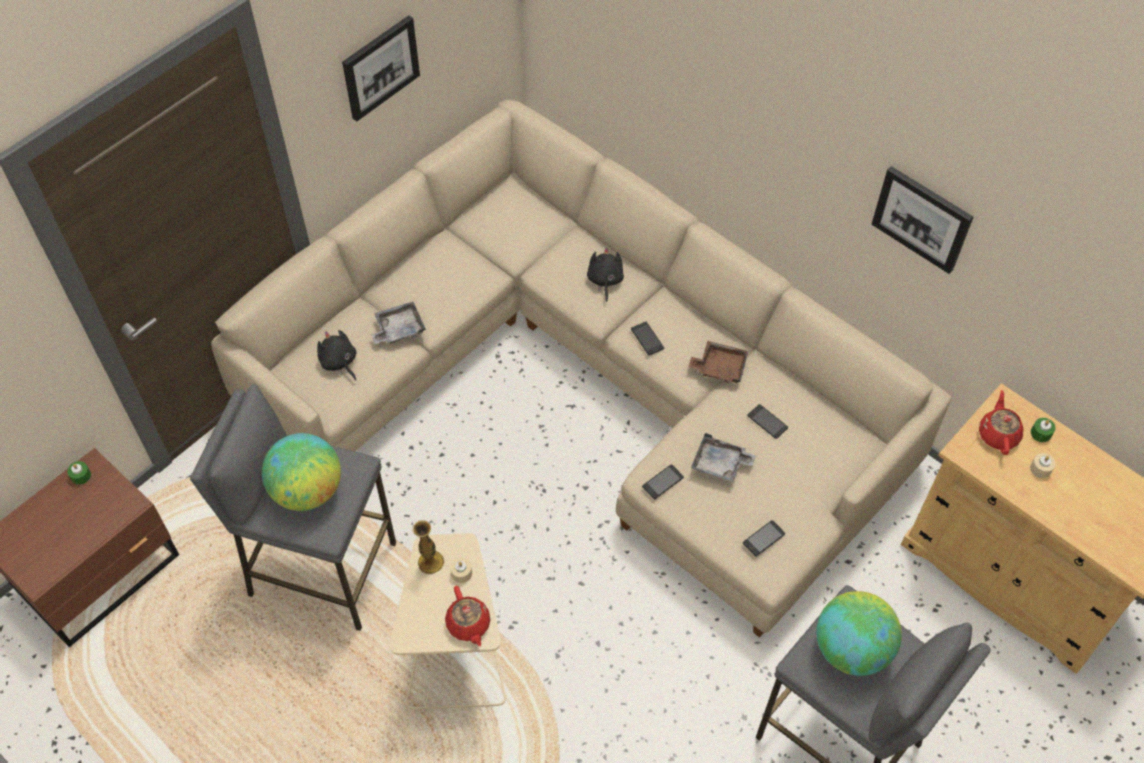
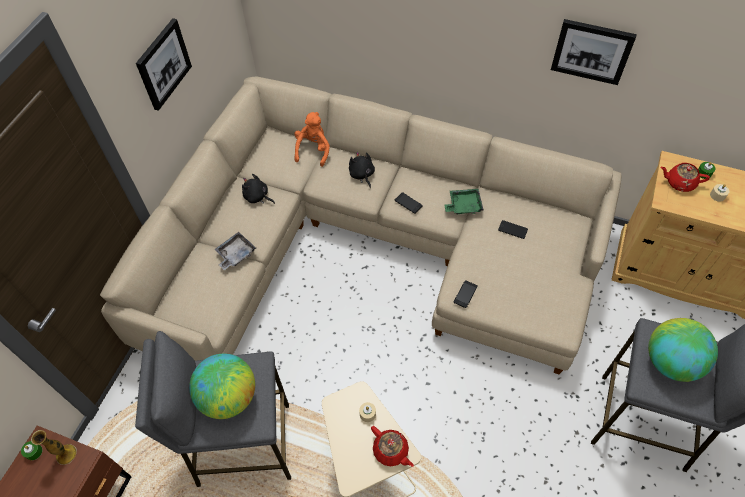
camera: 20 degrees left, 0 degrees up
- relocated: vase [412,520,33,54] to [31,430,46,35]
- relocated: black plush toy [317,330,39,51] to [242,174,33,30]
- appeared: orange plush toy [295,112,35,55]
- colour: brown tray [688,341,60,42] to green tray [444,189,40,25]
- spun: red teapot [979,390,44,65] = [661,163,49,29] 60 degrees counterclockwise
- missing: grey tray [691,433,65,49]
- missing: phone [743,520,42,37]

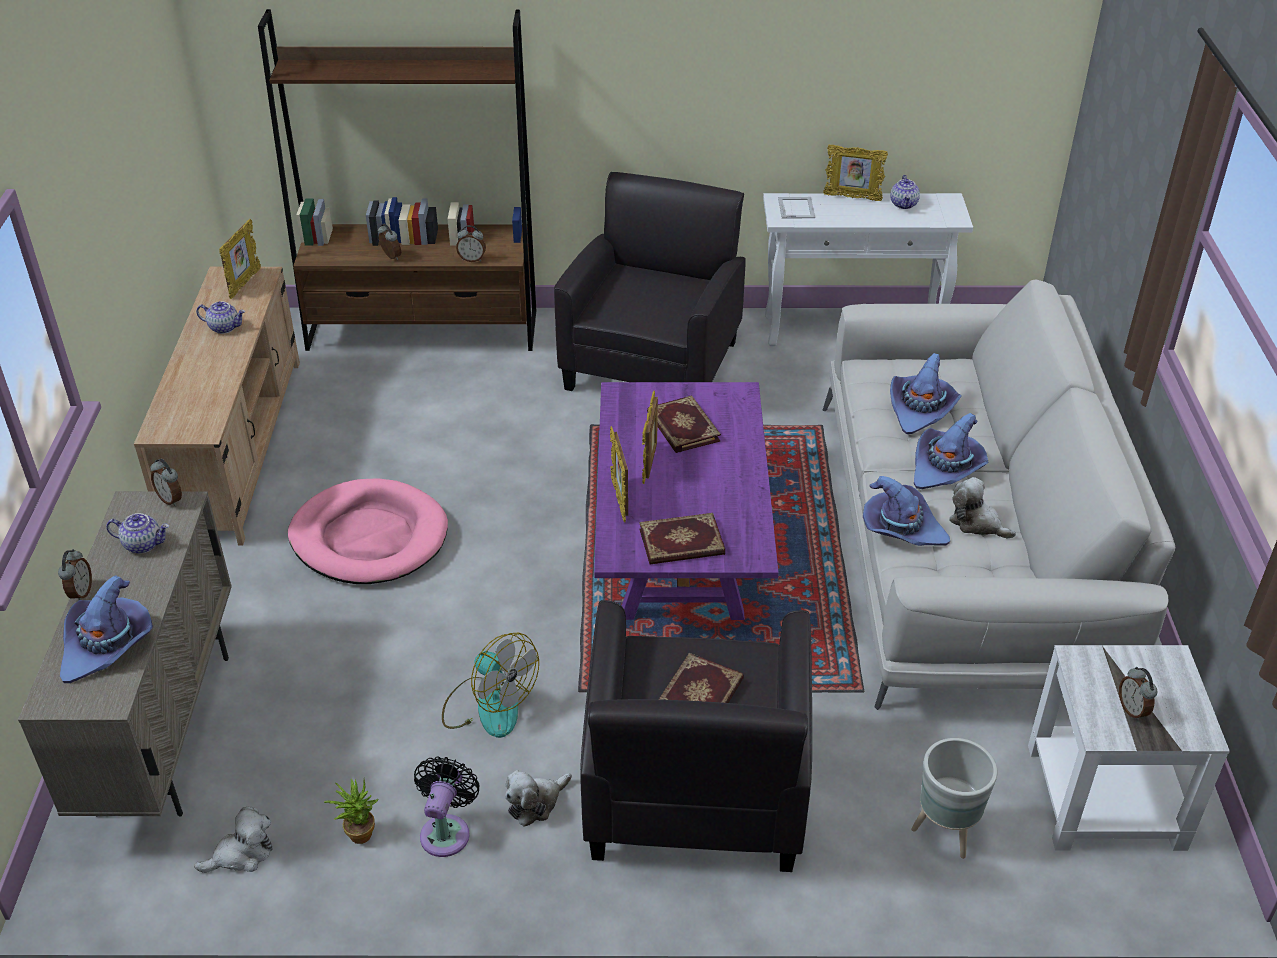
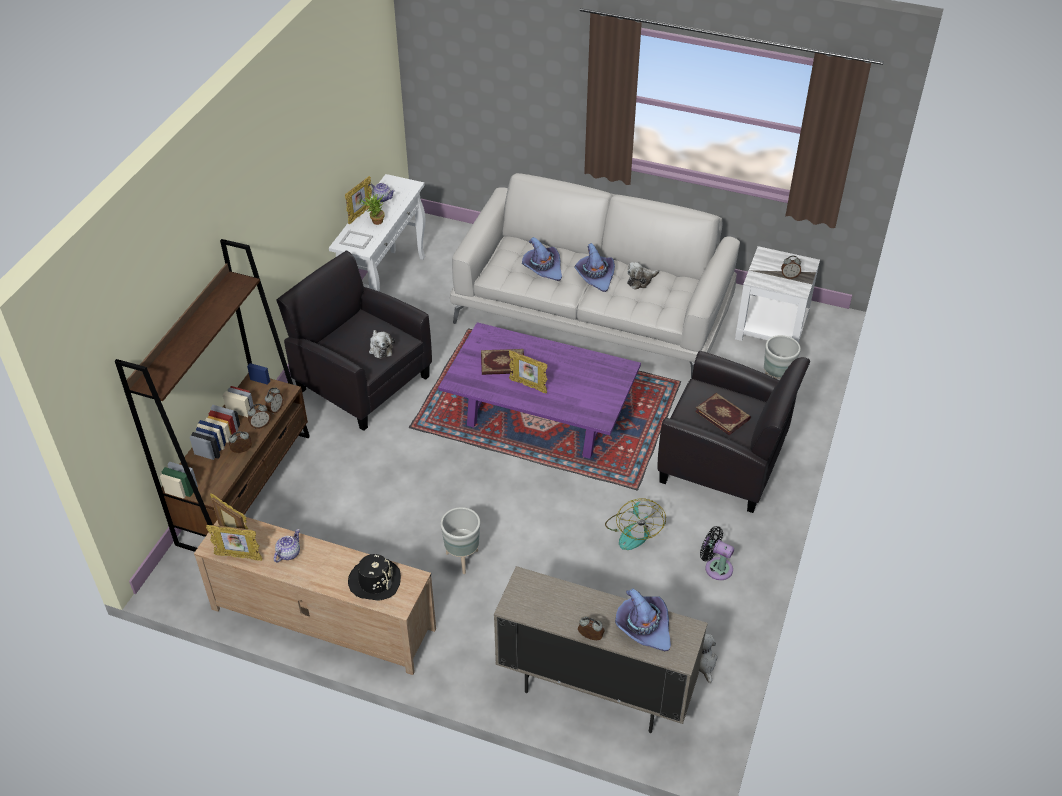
camera: 70 degrees left, 5 degrees up
- relocated: picture frame [610,426,18,96] to [206,525,57,36]
- relocated: alarm clock [150,459,32,47] to [248,404,23,25]
- appeared: black hat [348,554,53,46]
- relocated: potted plant [324,779,54,65] to [361,192,23,33]
- relocated: plush toy [505,770,67,56] to [369,330,26,29]
- exchanged: pink dog bed [288,478,160,106] to grey planter [440,507,40,67]
- spun: fan [442,632,97,106] = [605,498,61,52] 120 degrees clockwise
- missing: teapot [106,513,63,41]
- missing: book [639,513,86,51]
- missing: purple hat [863,476,87,70]

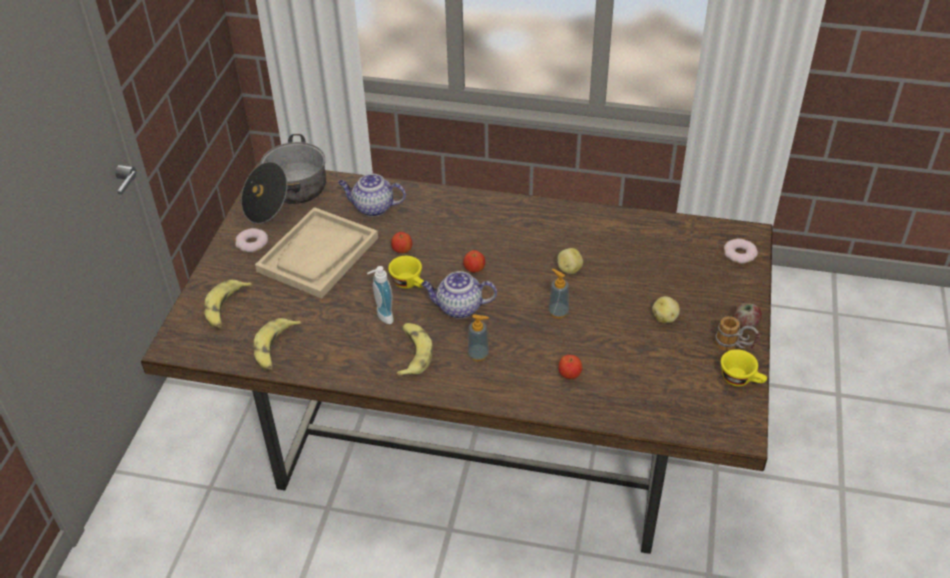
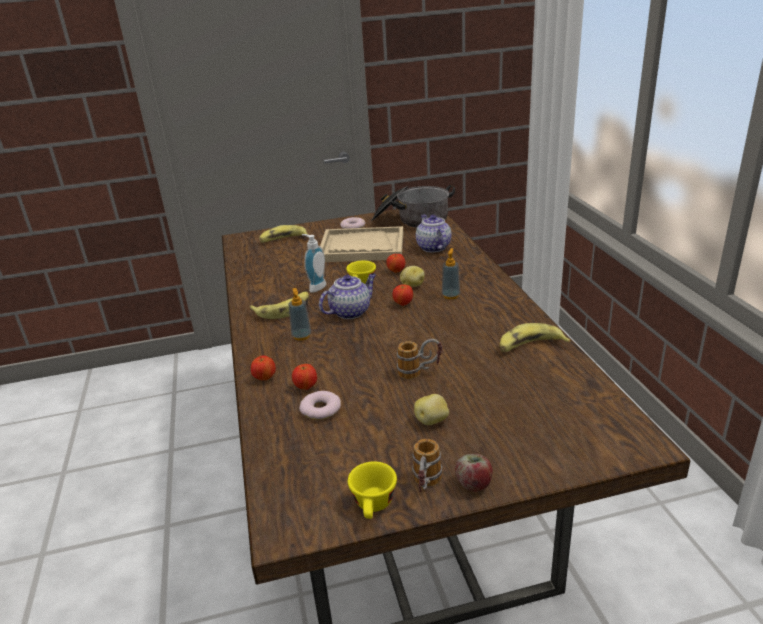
camera: 65 degrees right, 15 degrees down
- appeared: apple [251,355,25,25]
- relocated: donut [724,239,34,25] to [299,391,42,29]
- spun: teapot [421,271,76,48] = [319,274,57,45] 75 degrees clockwise
- appeared: mug [397,339,45,40]
- relocated: potato [557,248,26,26] to [400,266,24,21]
- relocated: soap dispenser [549,269,20,49] to [442,248,18,51]
- relocated: banana [253,318,49,53] to [500,323,71,29]

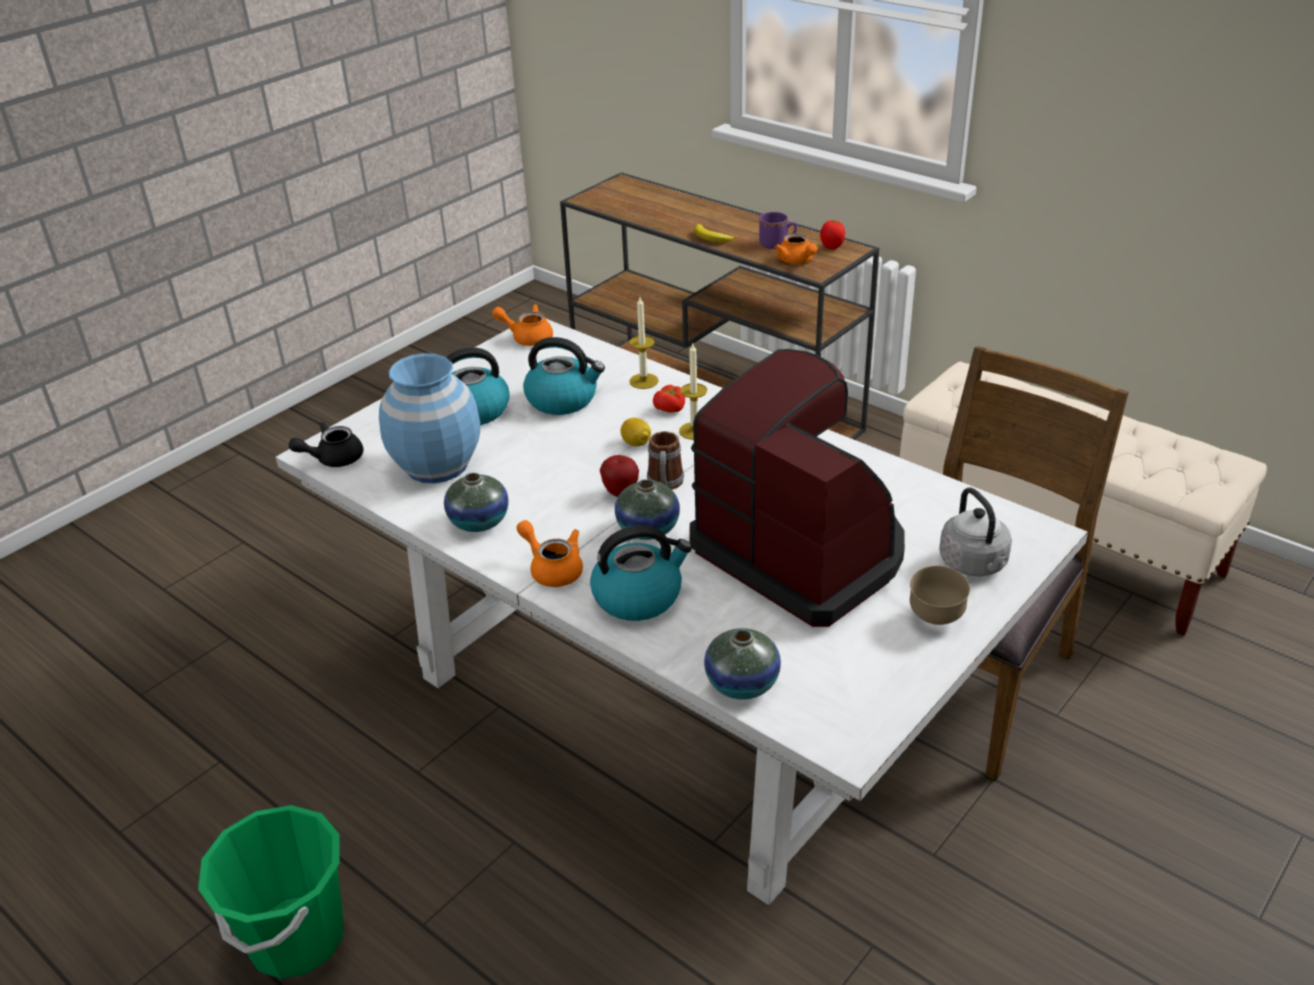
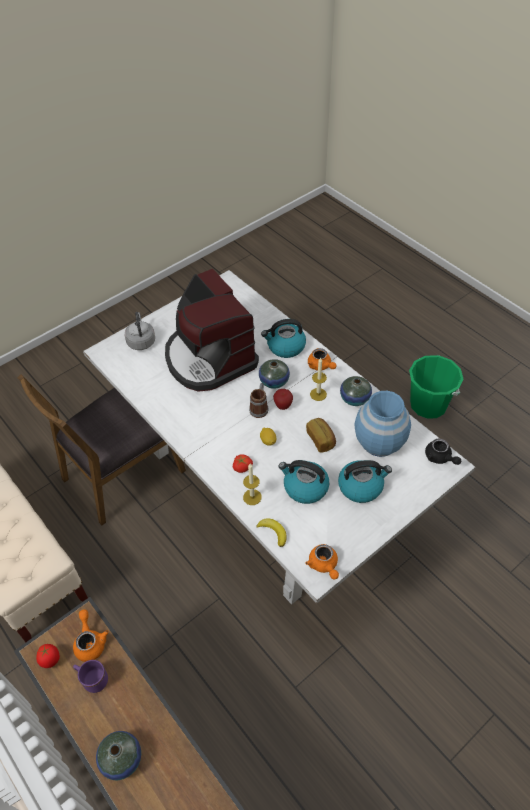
camera: 170 degrees left, 15 degrees up
- relocated: vase [704,628,77,72] to [96,731,45,49]
- relocated: banana [694,224,41,18] to [257,518,29,29]
- spun: orange teapot [492,304,61,42] = [305,544,34,35] 45 degrees clockwise
- appeared: bread [306,418,30,35]
- relocated: candle [679,342,28,98] to [310,358,17,43]
- spun: black teapot [289,421,74,46] = [425,439,36,26] 75 degrees clockwise
- missing: brown bowl [910,566,60,59]

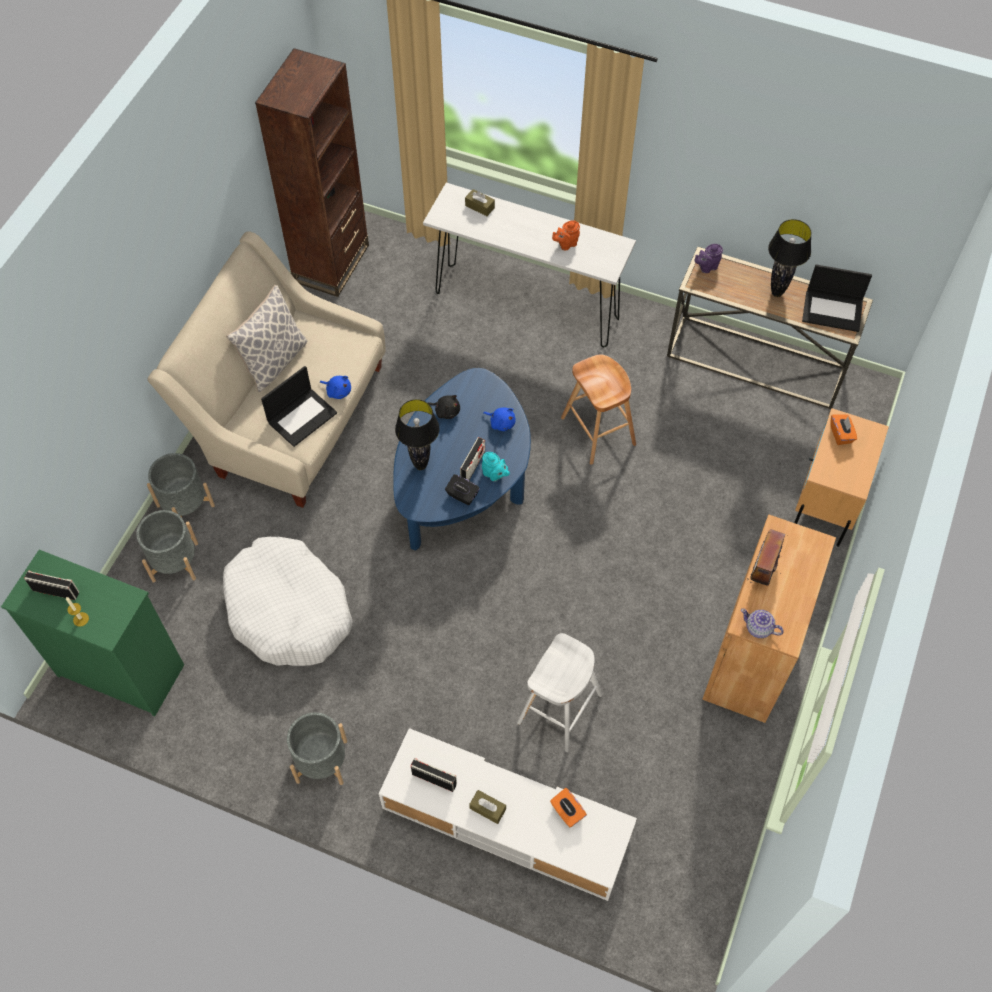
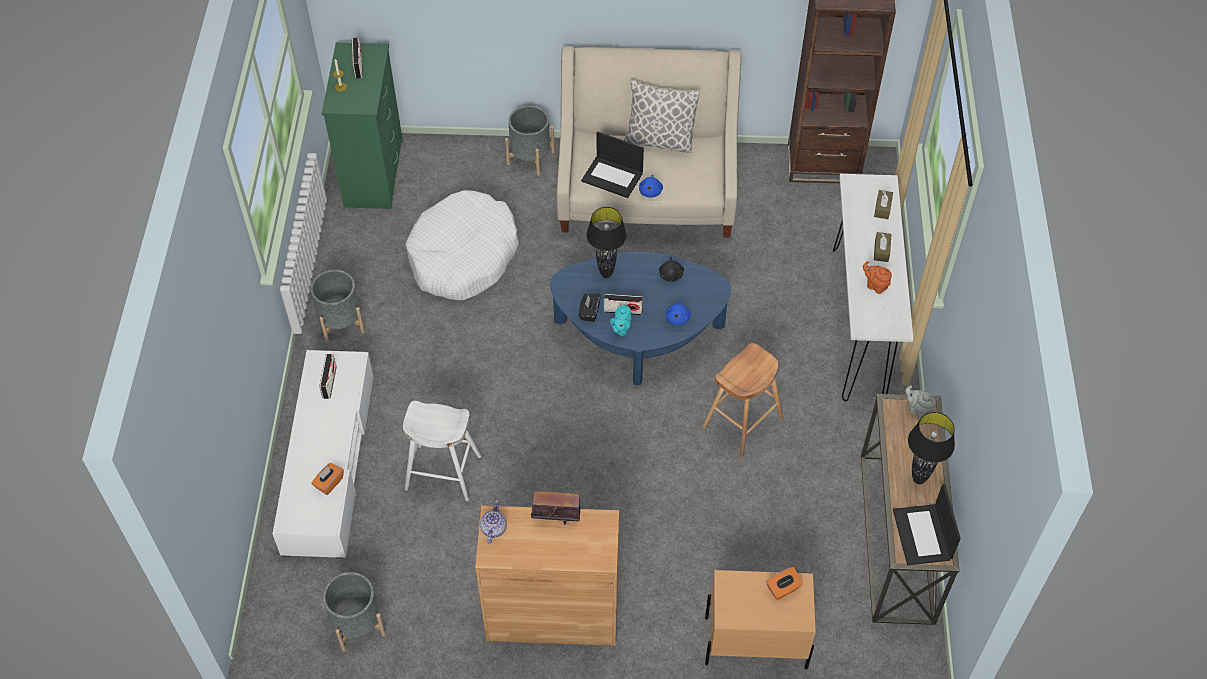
camera: 70 degrees right, 5 degrees down
- relocated: grey planter [136,510,62,73] to [323,572,63,80]
- relocated: brown tissue box [469,790,37,34] to [874,232,18,30]
- colour: purple teapot [695,244,28,29] to grey teapot [905,385,31,34]

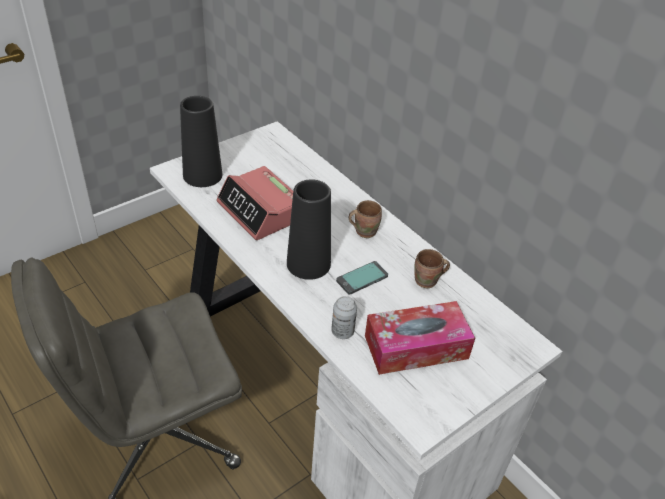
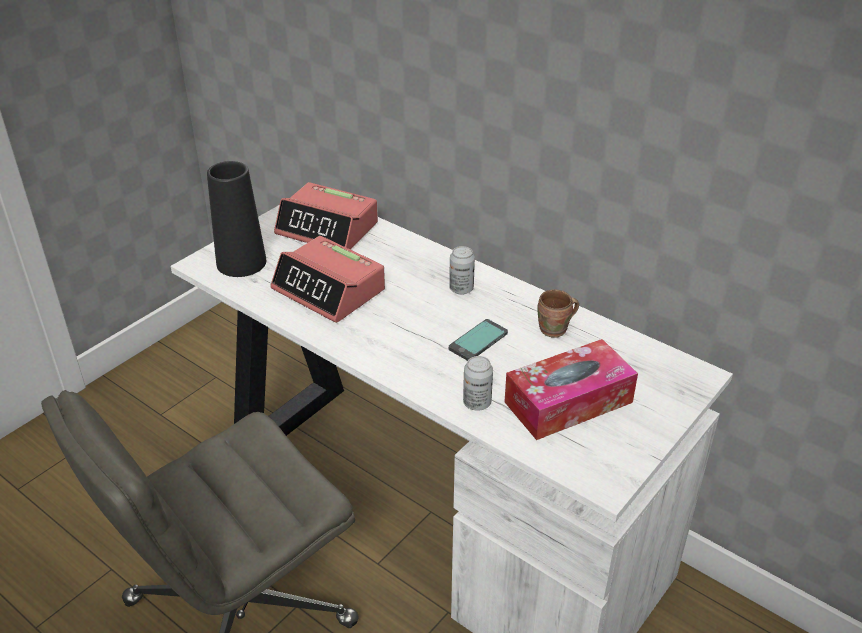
camera: 10 degrees left, 5 degrees down
- appeared: alarm clock [274,182,104,68]
- exchanged: brown mug [349,200,33,38] to can [449,246,26,49]
- missing: black vase [287,179,44,101]

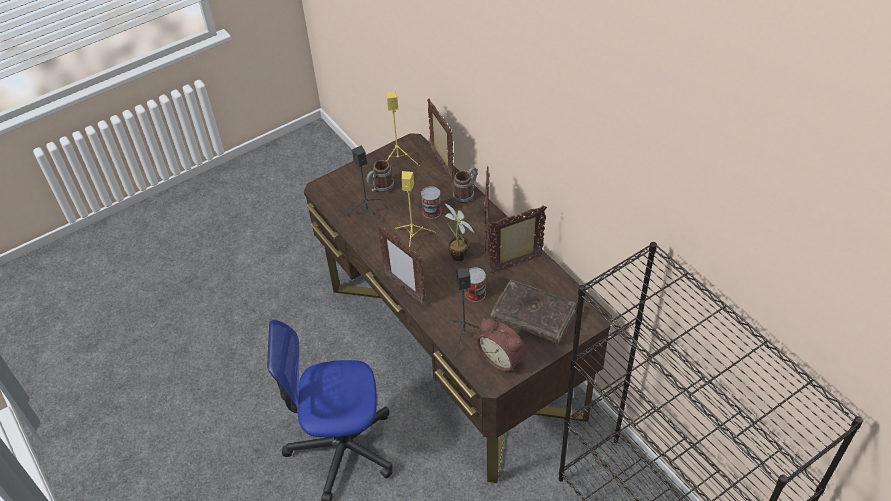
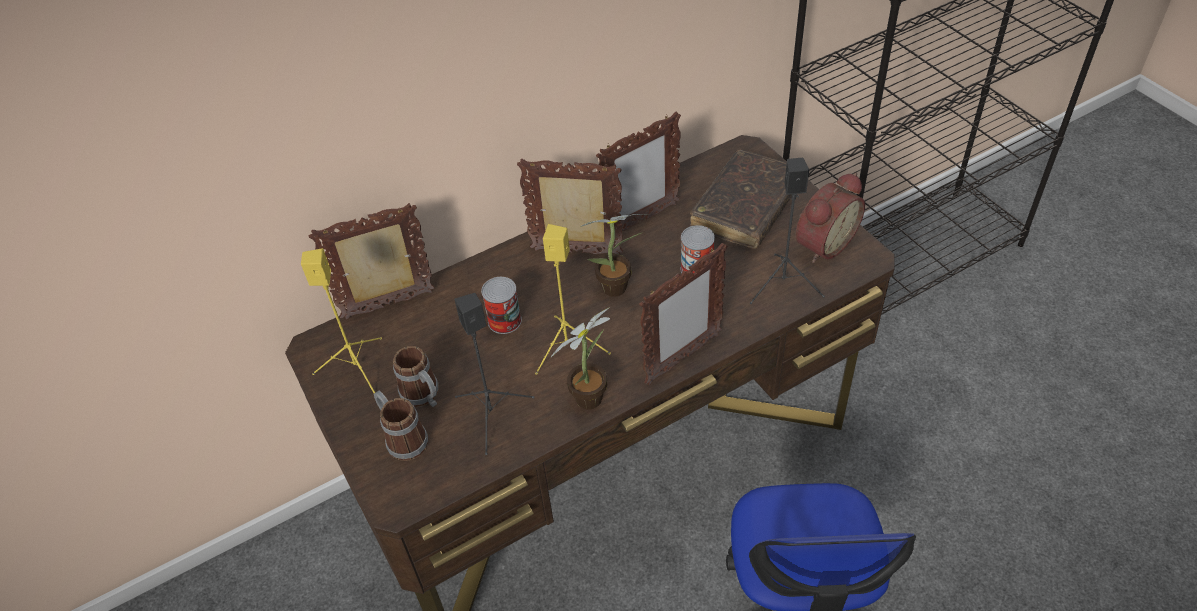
camera: 85 degrees left, 0 degrees up
- relocated: mug [453,167,24,36] to [374,391,54,70]
- appeared: potted plant [550,307,60,102]
- spun: picture frame [489,205,58,68] = [596,112,85,119] 105 degrees counterclockwise

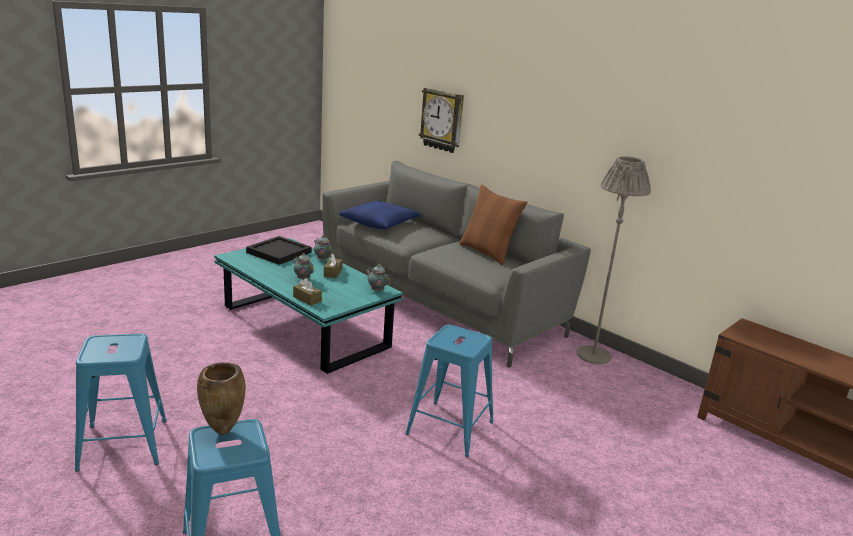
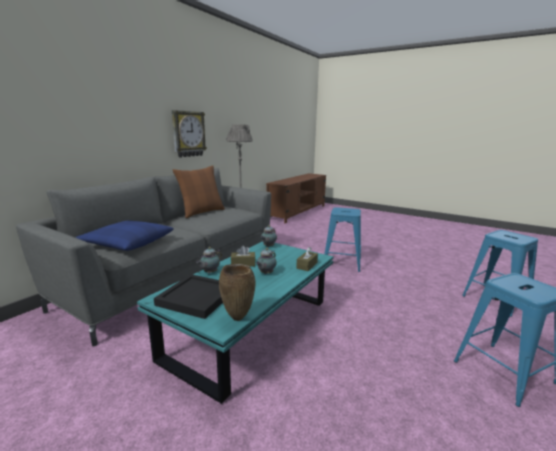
camera: 100 degrees left, 5 degrees down
- relocated: wall clock [419,88,45,65] to [172,110,35,48]
- relocated: brown vase [197,362,49,73] to [219,264,37,57]

